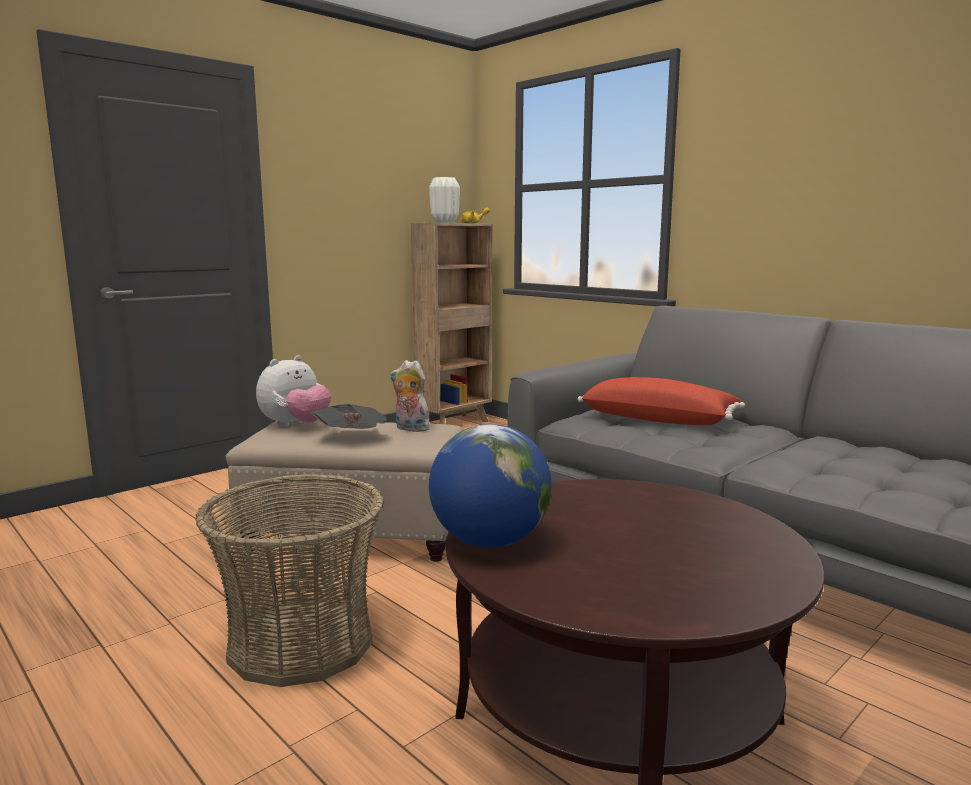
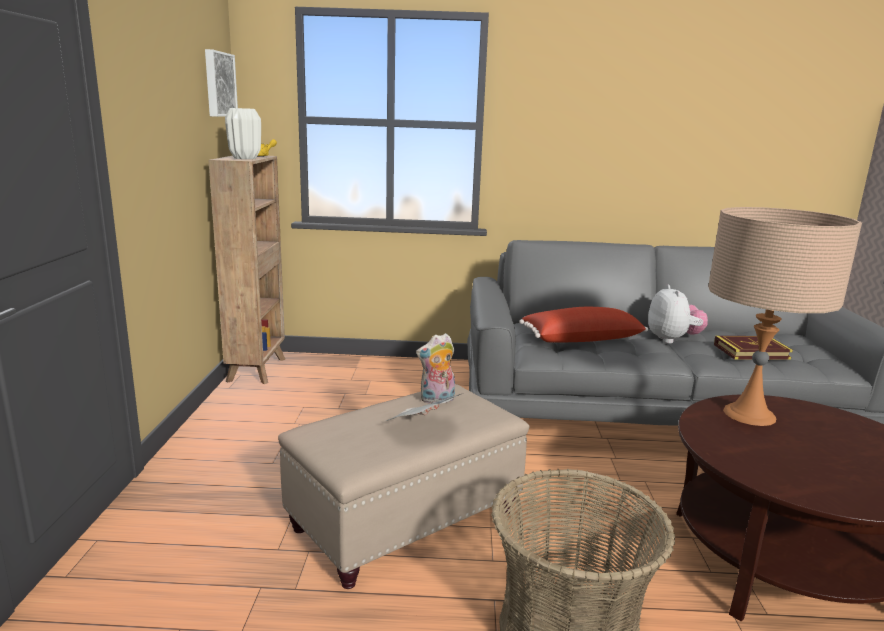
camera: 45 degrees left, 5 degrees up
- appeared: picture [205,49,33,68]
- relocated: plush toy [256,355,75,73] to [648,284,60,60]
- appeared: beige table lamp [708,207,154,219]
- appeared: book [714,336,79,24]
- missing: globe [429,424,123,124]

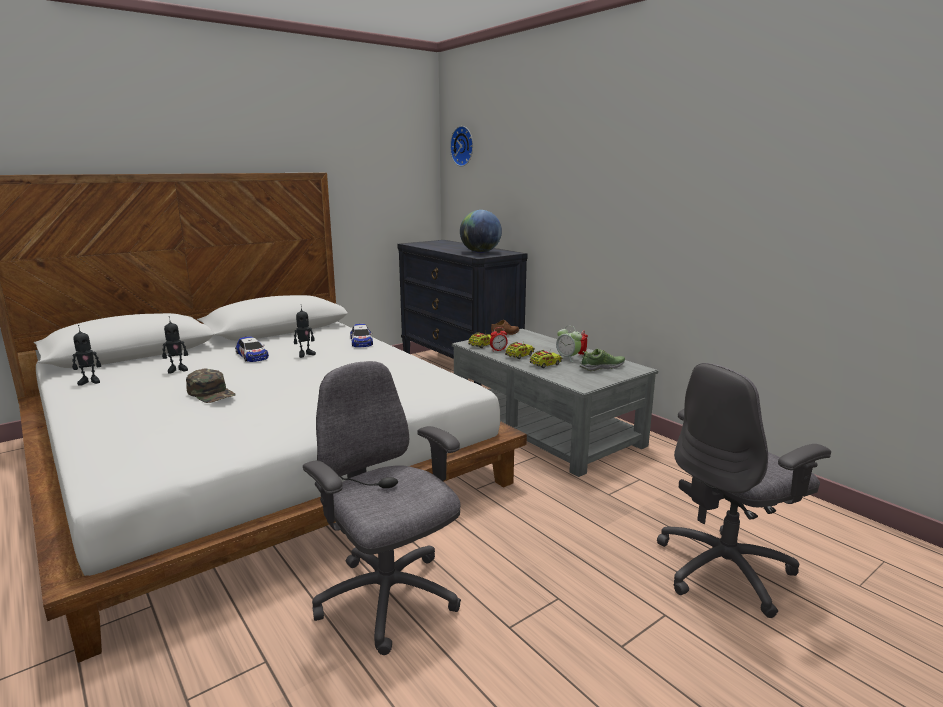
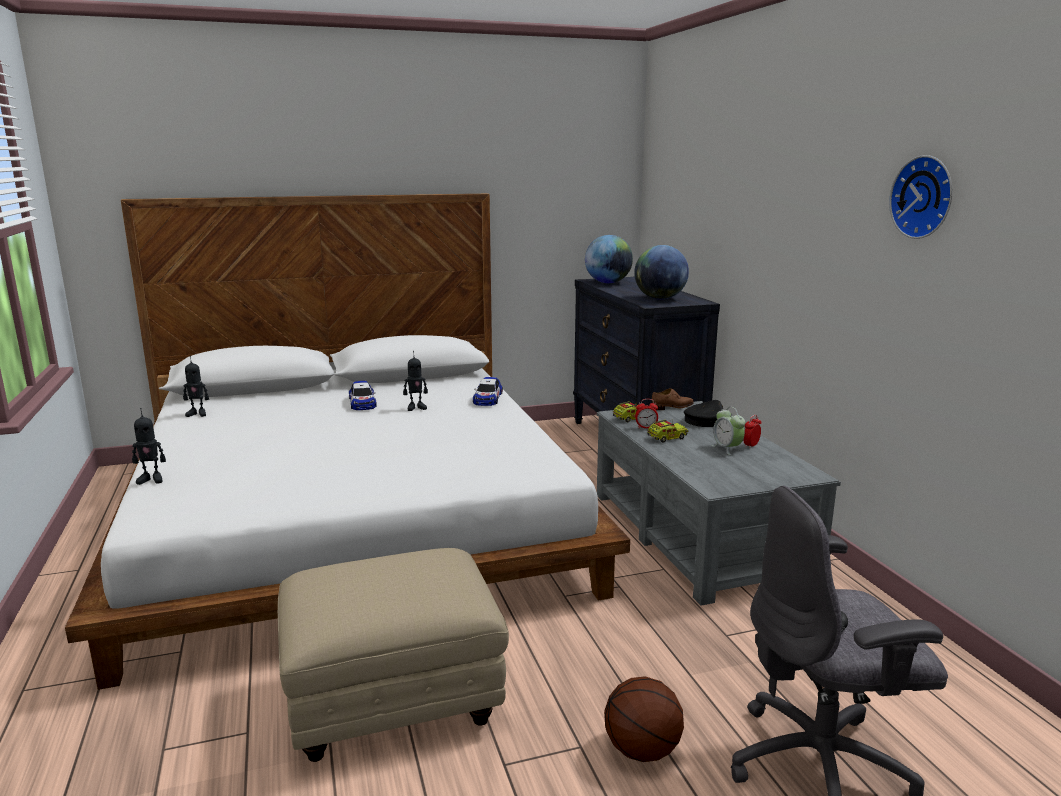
camera: 20 degrees right, 0 degrees up
- relocated: toy robot [162,316,26,57] to [132,408,34,77]
- exchanged: grey office chair [303,361,158,294] to beige ottoman [278,548,231,214]
- appeared: globe [585,235,48,48]
- appeared: basketball [604,676,80,86]
- appeared: black cap [684,400,39,27]
- relocated: wall clock [450,126,23,40] to [889,155,63,84]
- missing: green cap [186,369,50,34]
- missing: toy truck [530,350,32,18]
- missing: shoe [580,349,45,22]

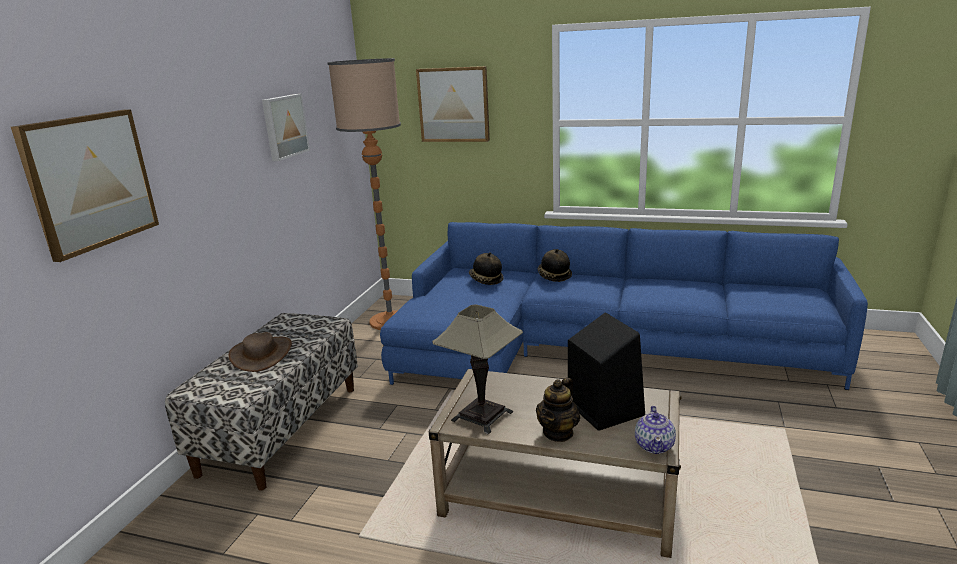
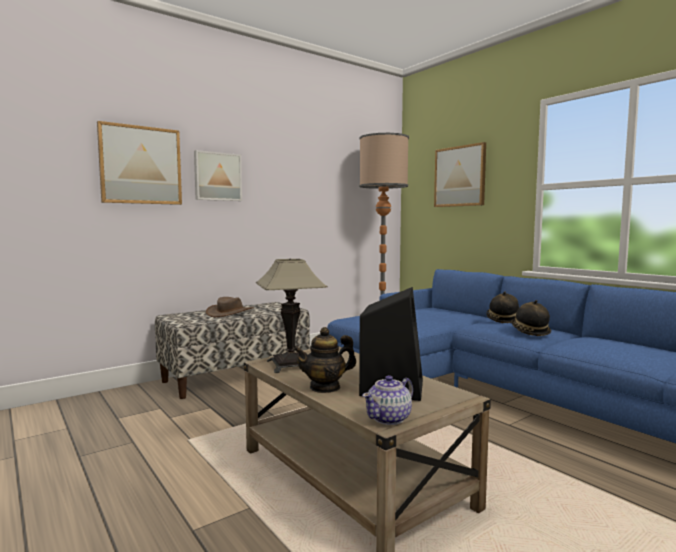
camera: 35 degrees right, 15 degrees down
- relocated: picture [262,94,48,67] to [194,150,48,51]
- relocated: hat [469,252,35,33] to [511,300,40,36]

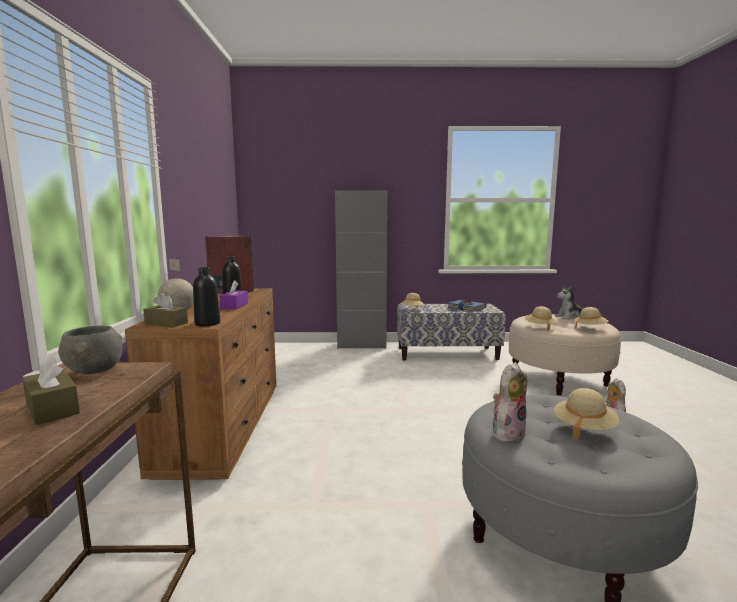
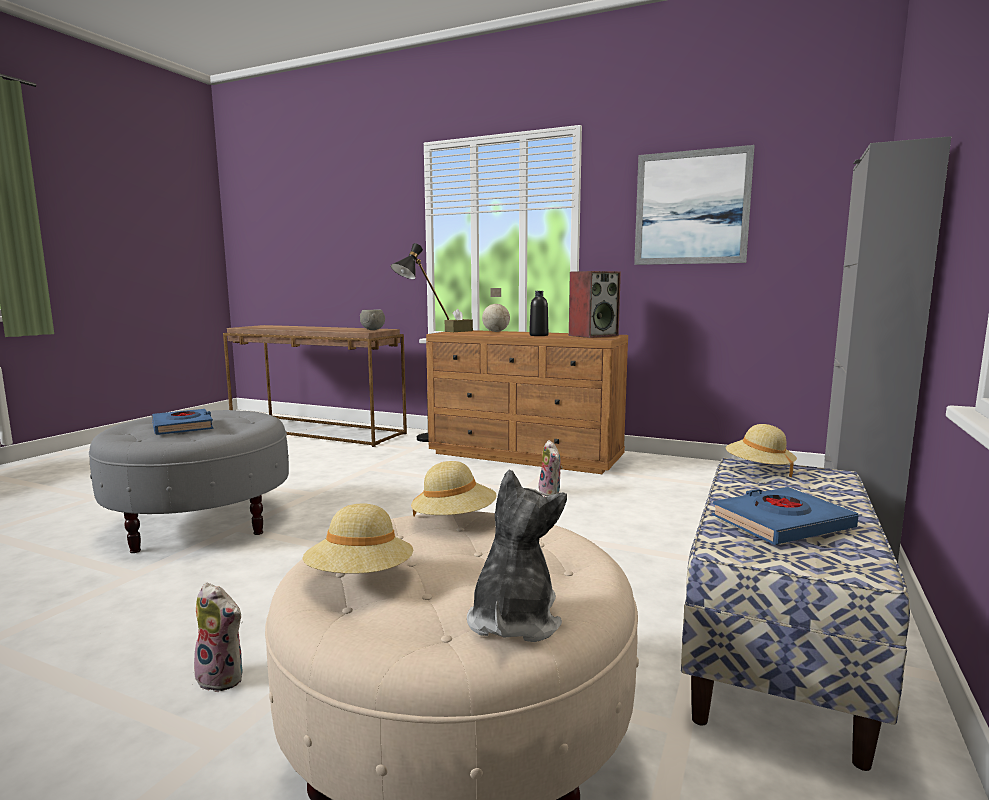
camera: 115 degrees right, 0 degrees up
- exchanged: beige hat [554,388,65,52] to blue book [152,409,61,26]
- appeared: black floor lamp [391,243,58,199]
- relocated: plush toy [493,362,34,81] to [539,440,24,57]
- appeared: picture [634,145,121,120]
- missing: brown tissue box [22,354,58,71]
- missing: black bottle [193,267,27,60]
- missing: purple tissue box [220,280,28,29]

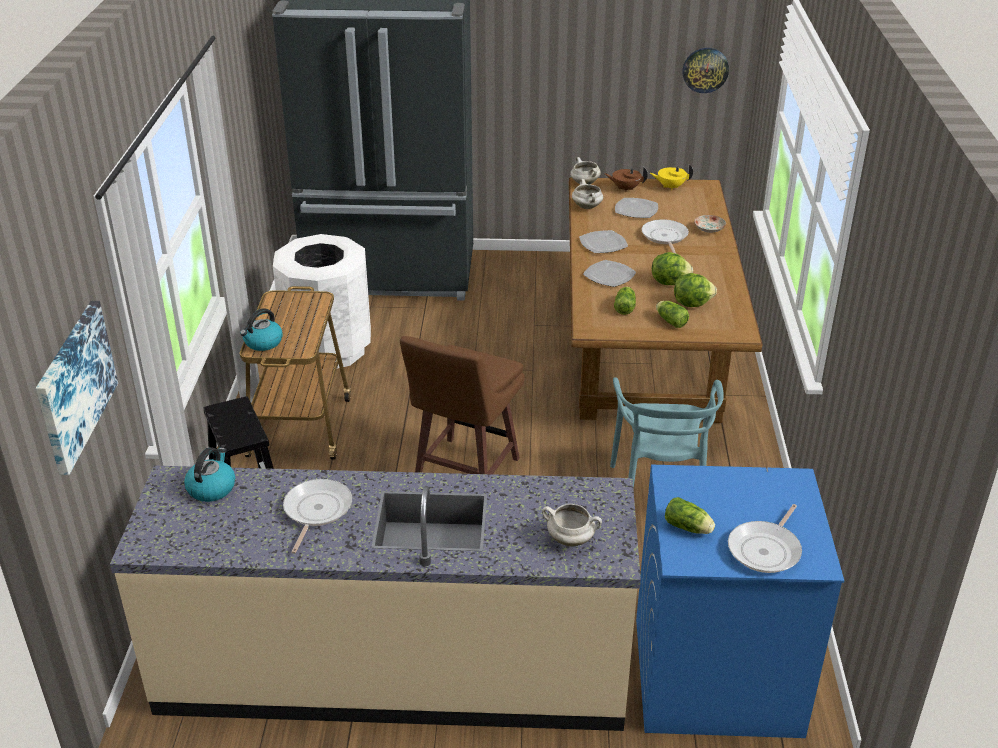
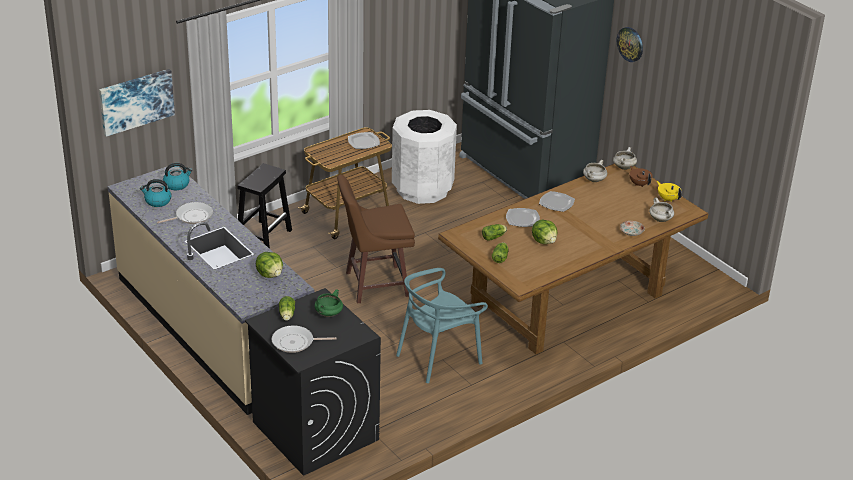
camera: 50 degrees right, 0 degrees up
- relocated: kettle [240,308,43,43] to [140,179,31,28]
- colour: blue washing machine [636,465,208,273] to black washing machine [245,288,136,188]
- relocated: lettuce [674,273,43,34] to [256,252,27,26]
- appeared: green cooking pot [315,289,28,28]
- relocated: plate [615,198,43,20] to [348,132,32,17]
- relocated: wall clock [683,48,46,45] to [617,27,26,35]
- relocated: white cooking pot [542,504,60,43] to [649,198,25,24]
- missing: frying pan [641,219,48,34]

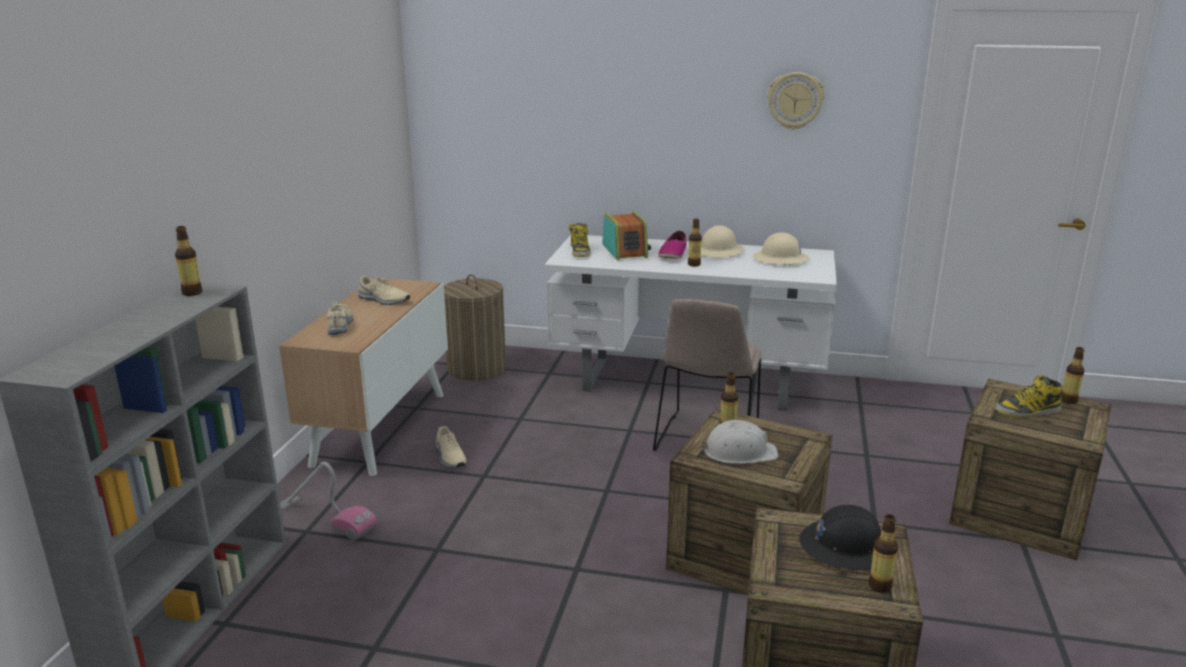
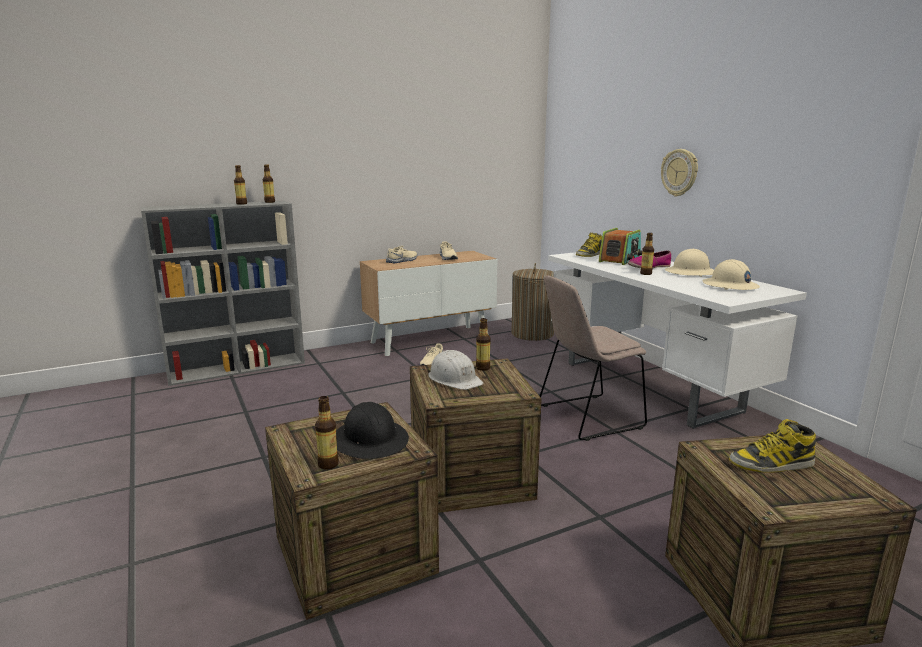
camera: 50 degrees right, 5 degrees down
- relocated: bottle [1062,347,23,57] to [234,165,13,40]
- relocated: wall clock [767,72,57,58] to [661,149,37,48]
- spun: boot [995,375,68,43] = [729,419,88,54] 45 degrees counterclockwise
- missing: vacuum cleaner [280,462,97,78]

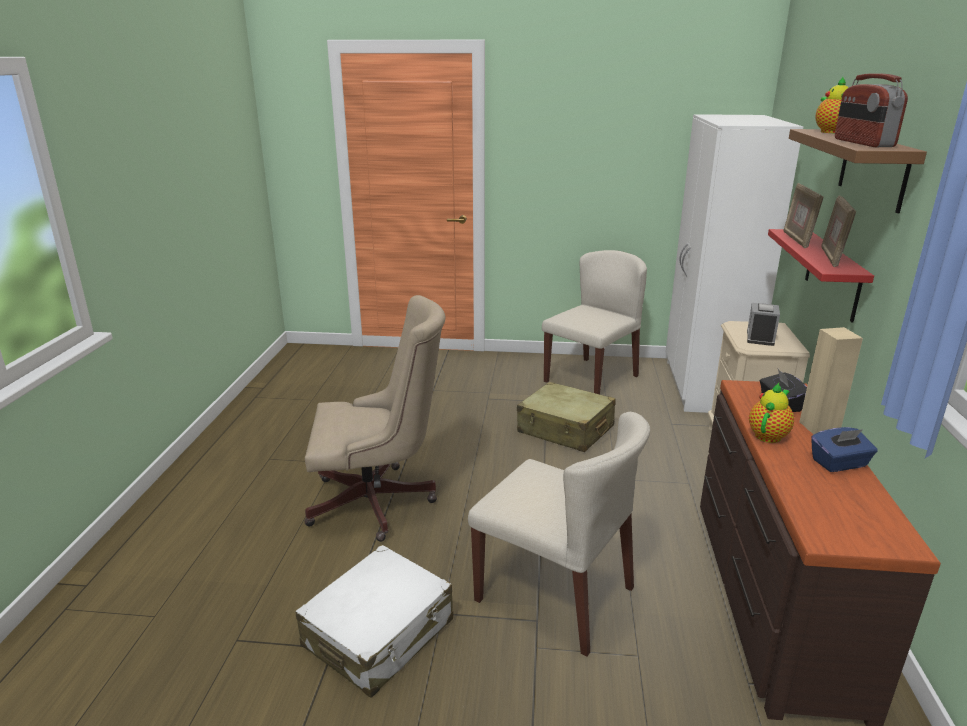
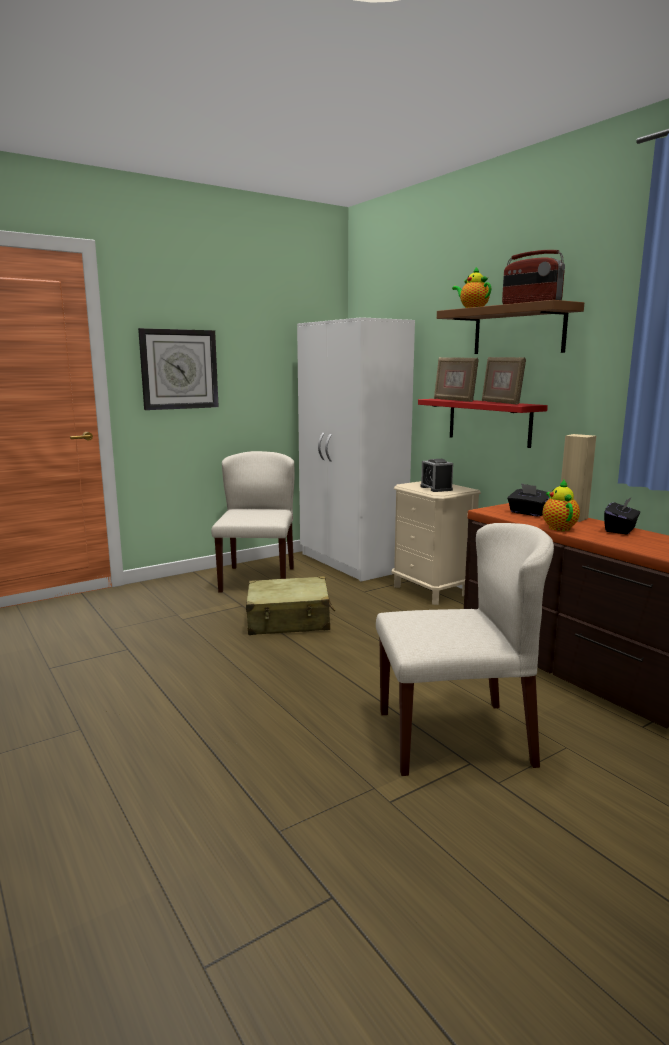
camera: 40 degrees left, 10 degrees down
- appeared: wall clock [138,328,81,82]
- colour: blue tissue box [811,427,66,45] to black tissue box [604,497,36,38]
- missing: white suitcase [295,545,158,153]
- missing: beige office chair [305,295,141,247]

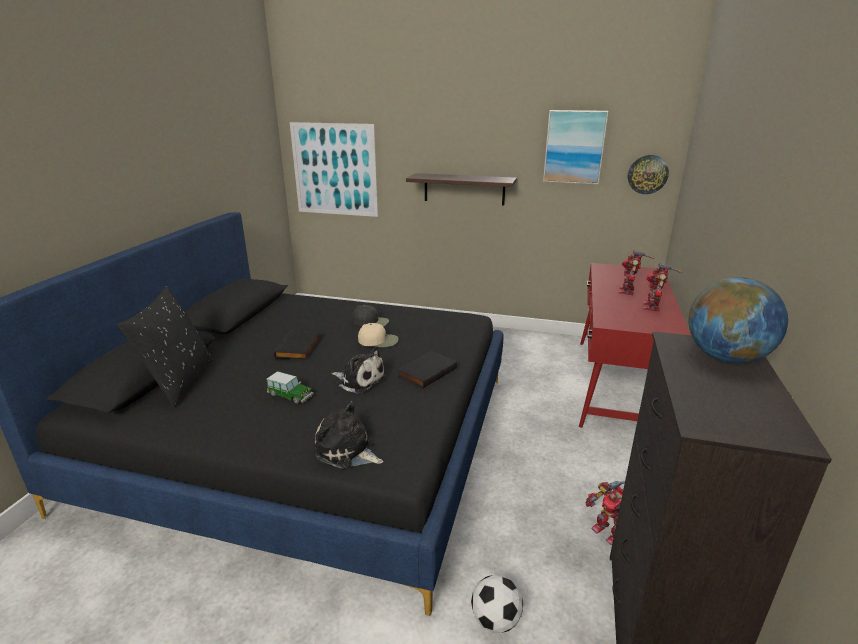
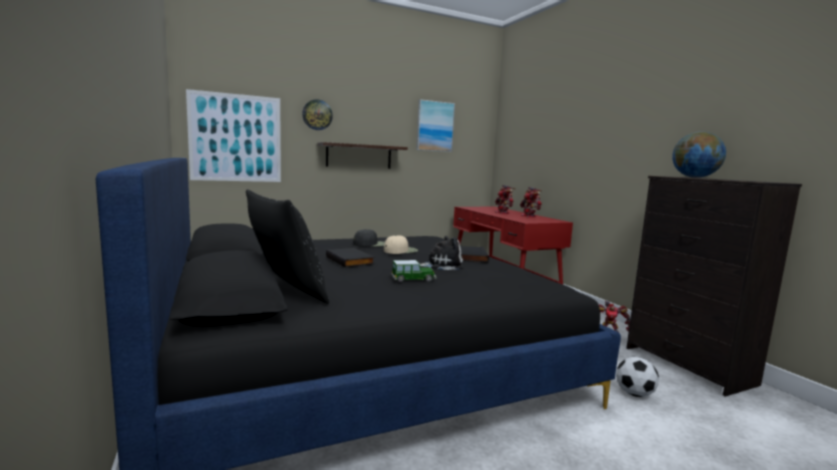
camera: 40 degrees left, 15 degrees down
- relocated: wall clock [628,155,41,39] to [302,99,31,31]
- missing: plush toy [314,401,69,68]

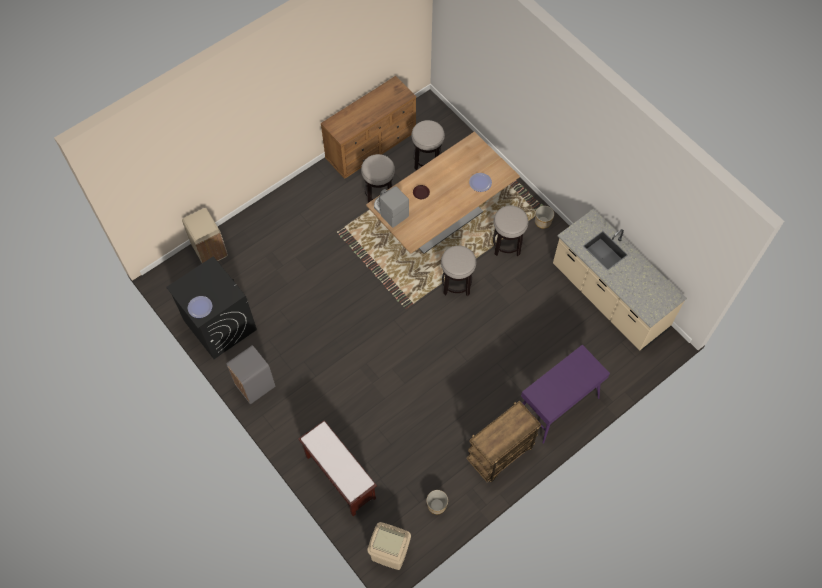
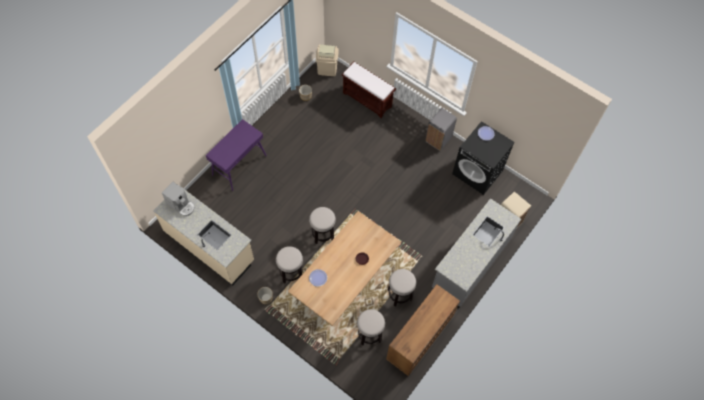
camera: 165 degrees right, 0 degrees up
- relocated: coffee machine [374,186,35,42] to [162,182,32,34]
- appeared: grey counter [432,198,89,111]
- missing: brown cart [467,400,74,82]

